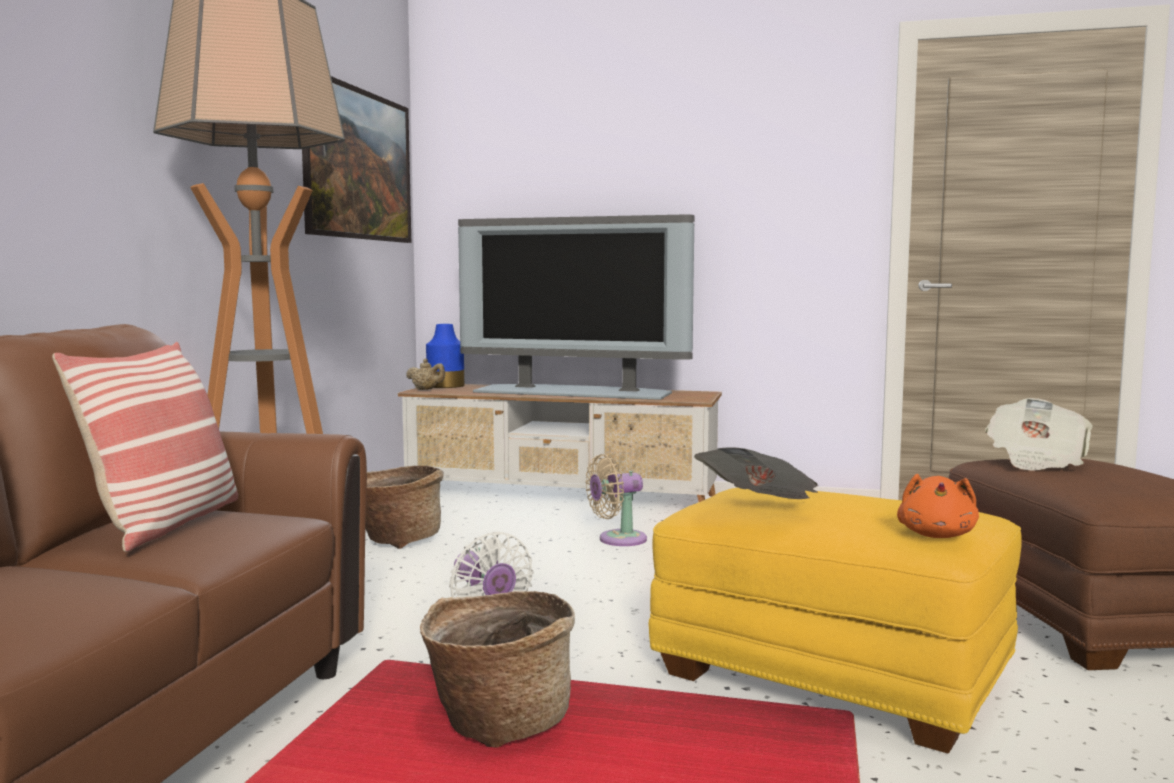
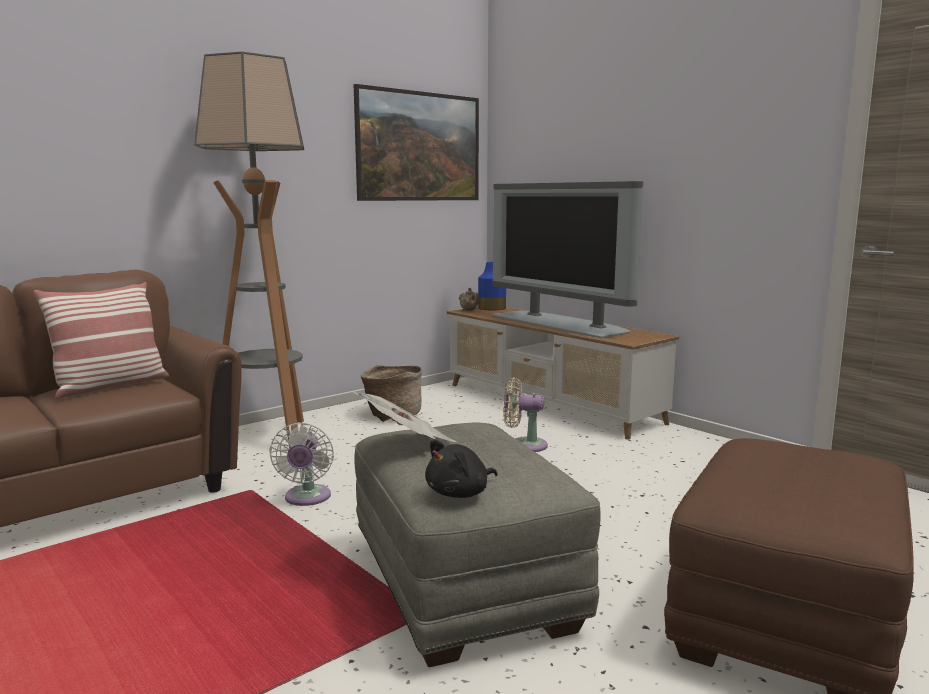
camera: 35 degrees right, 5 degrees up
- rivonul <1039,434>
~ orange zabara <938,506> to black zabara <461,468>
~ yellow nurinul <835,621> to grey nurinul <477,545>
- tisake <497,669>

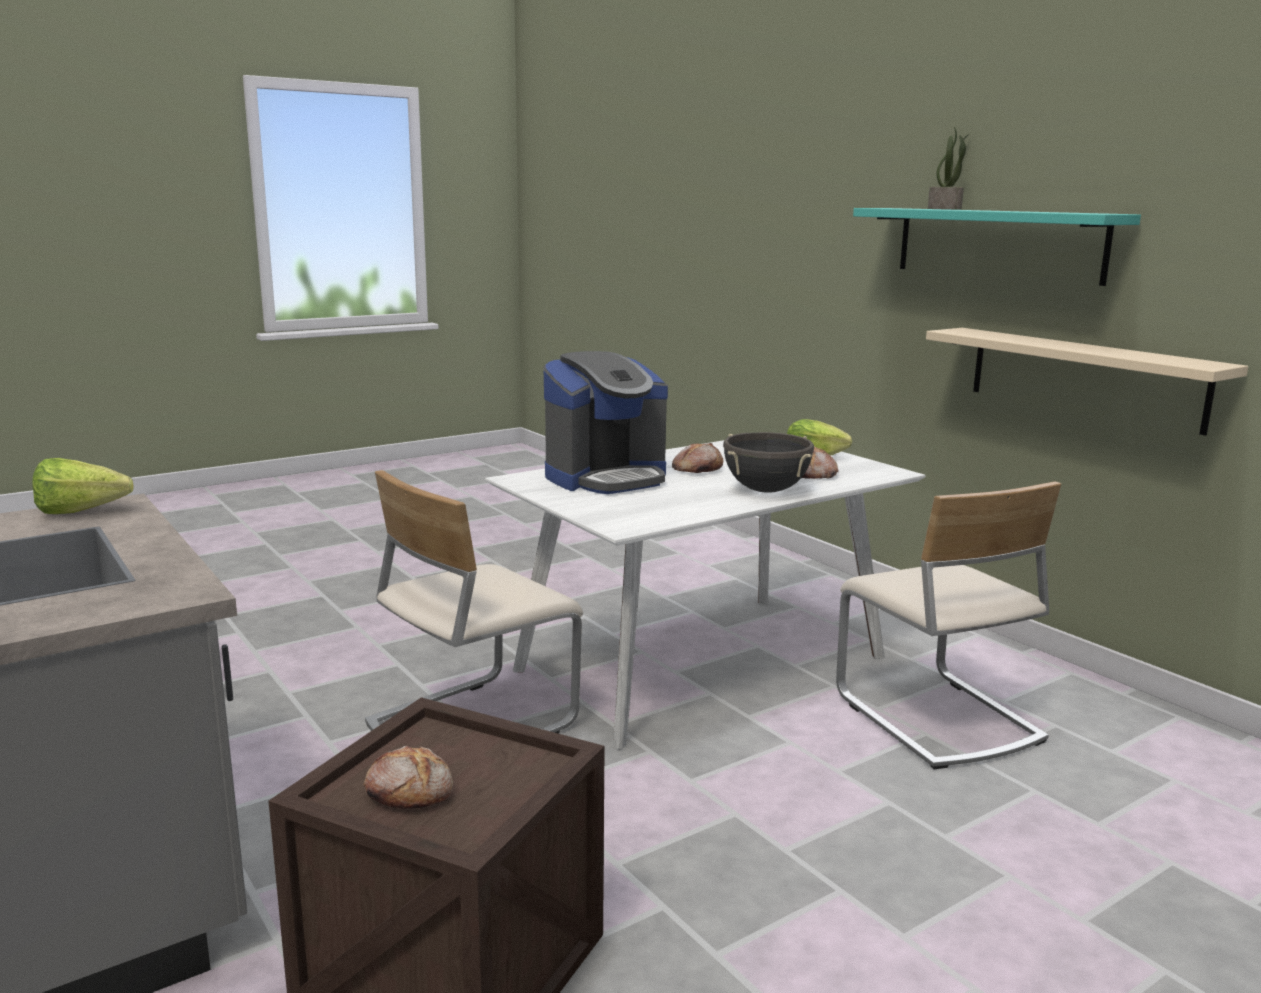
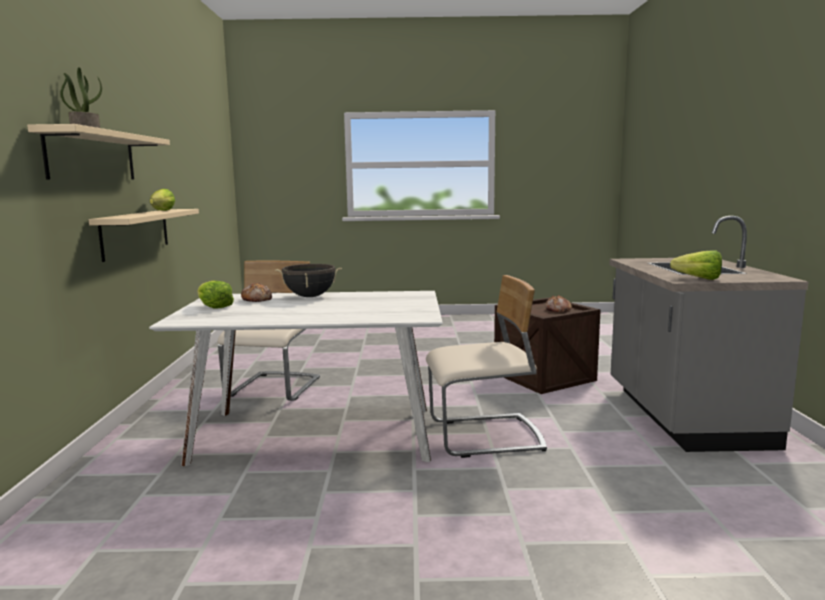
camera: 145 degrees left, 5 degrees down
~ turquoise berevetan <997,247> to beige berevetan <98,152>
- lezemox <606,422>
- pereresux <697,458>
+ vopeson <162,200>

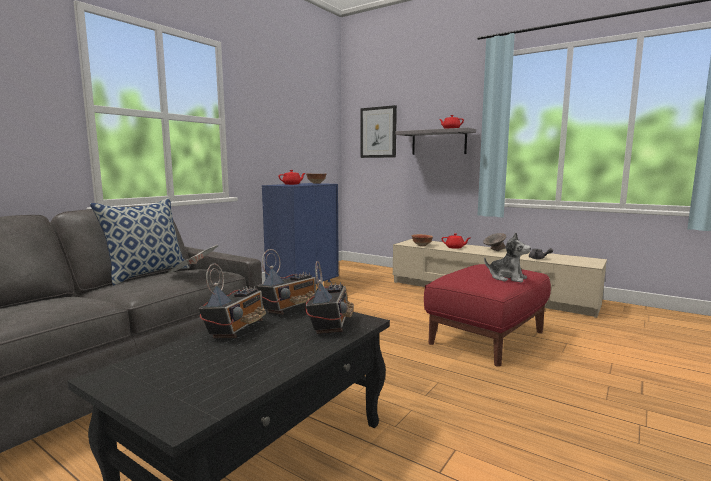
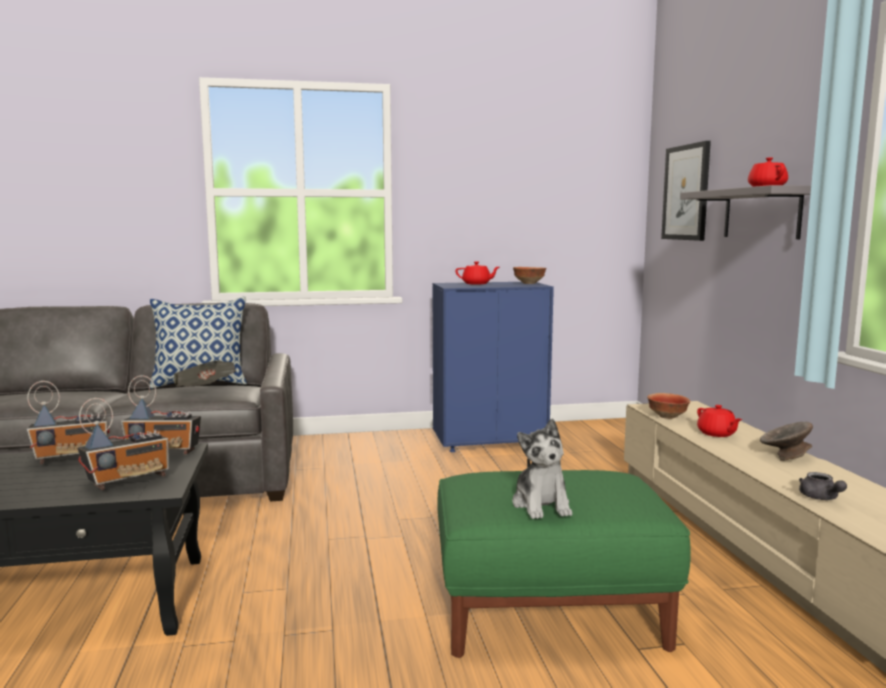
camera: 45 degrees right, 0 degrees up
~ red nurinul <487,315> to green nurinul <564,564>

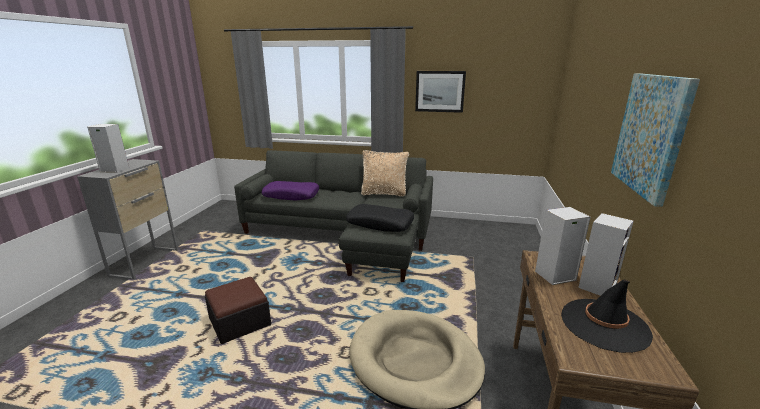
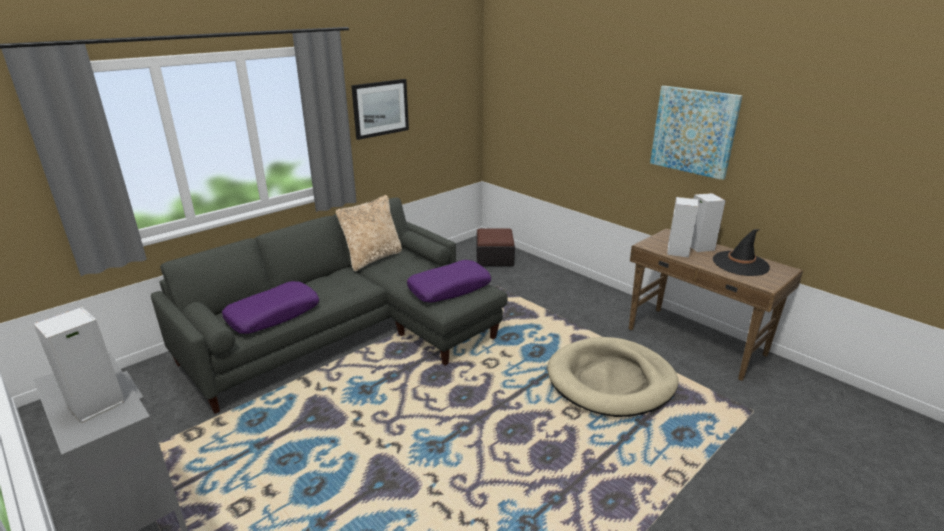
camera: 55 degrees left, 5 degrees up
~ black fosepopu <380,218> to purple fosepopu <449,281>
~ nurinul <238,310> to <495,247>

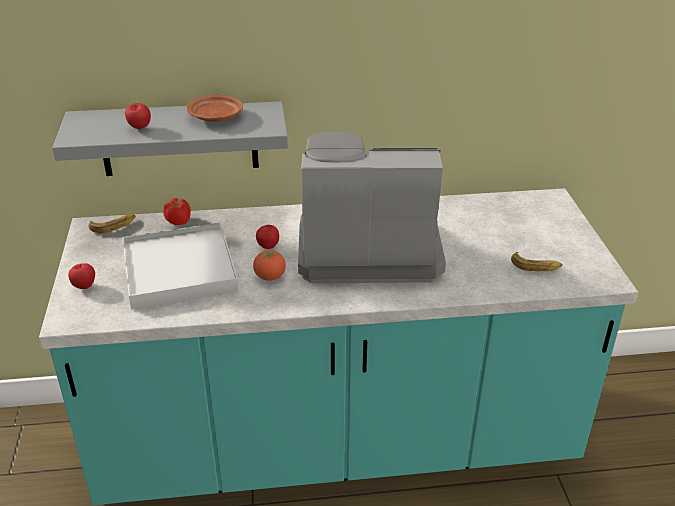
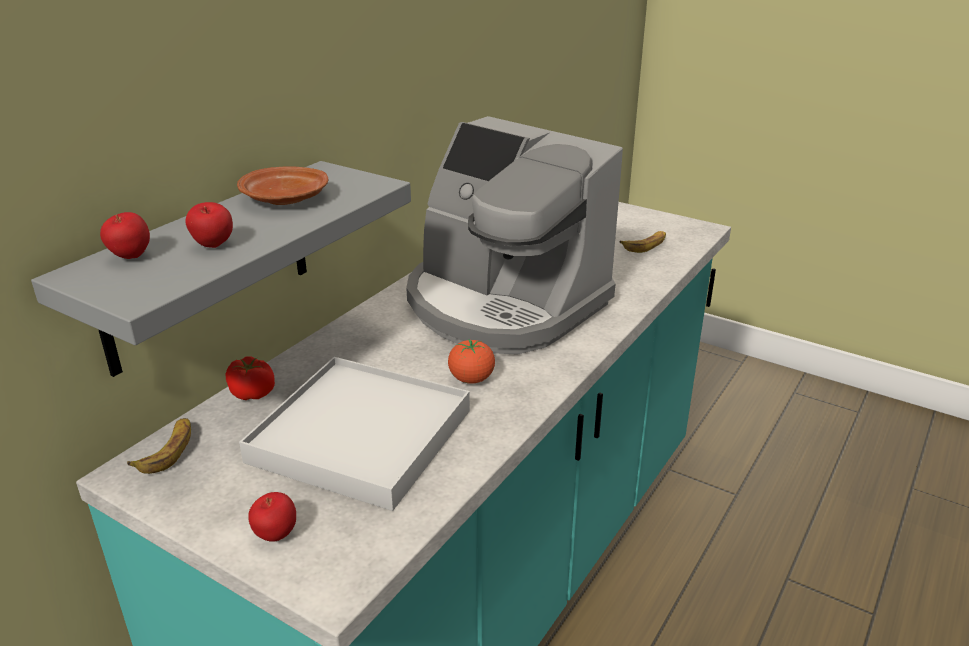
camera: 50 degrees left, 5 degrees down
~ lezemox <372,207> = <514,235> 90 degrees counterclockwise
~ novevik <267,237> to <125,235>

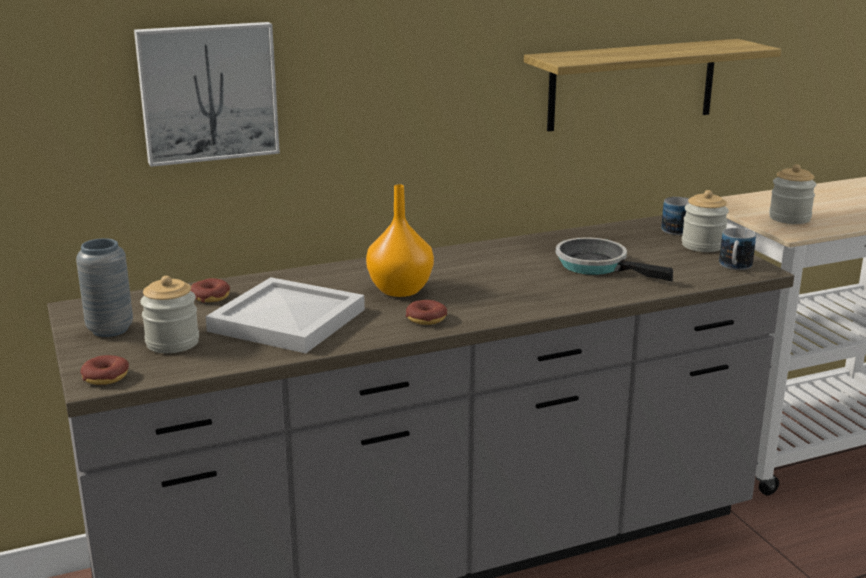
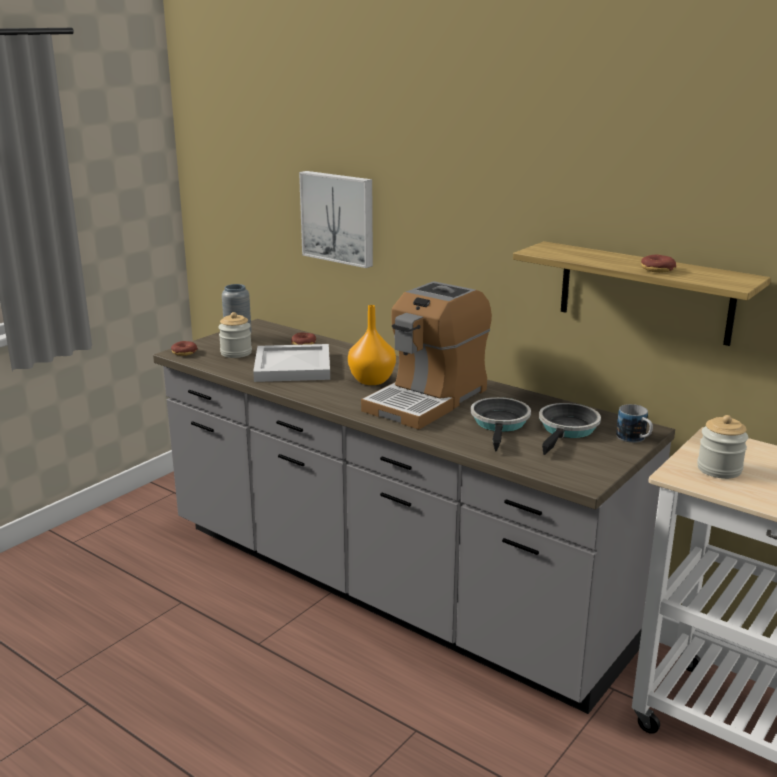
camera: 60 degrees right, 0 degrees up
- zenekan <705,221>
- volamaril <737,249>
~ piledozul <426,312> to <658,263>
+ lezemox <426,355>
+ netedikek <570,429>

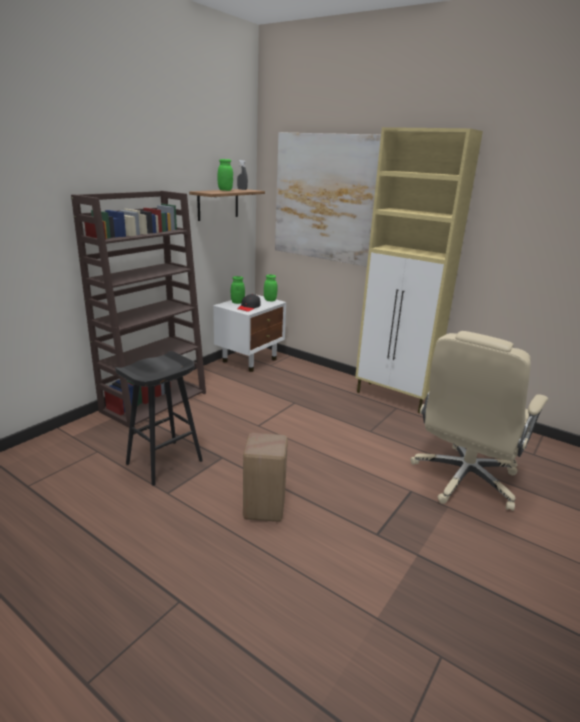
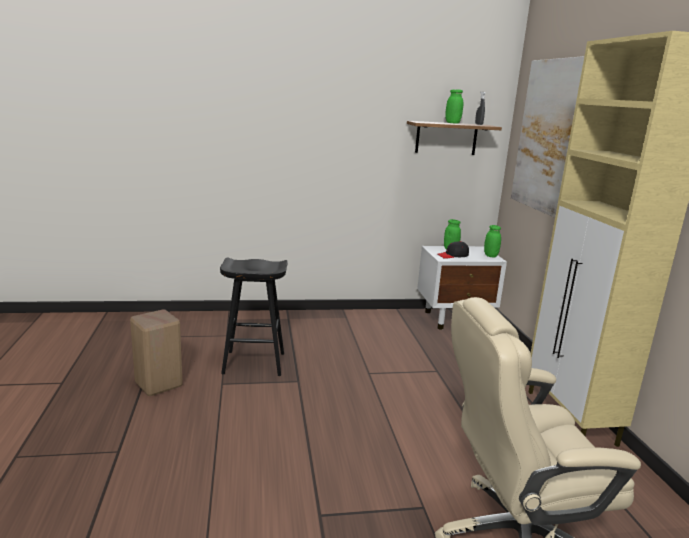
camera: 45 degrees right, 5 degrees down
- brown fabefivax <138,309>
~ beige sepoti <265,477> to <156,352>

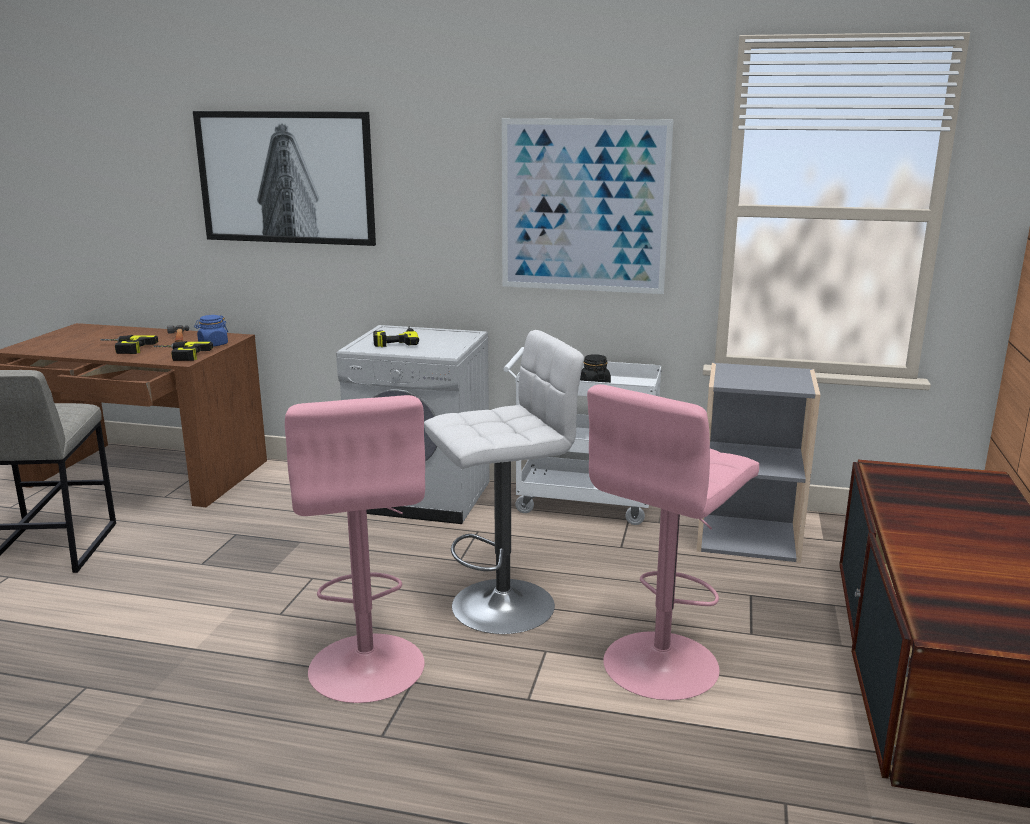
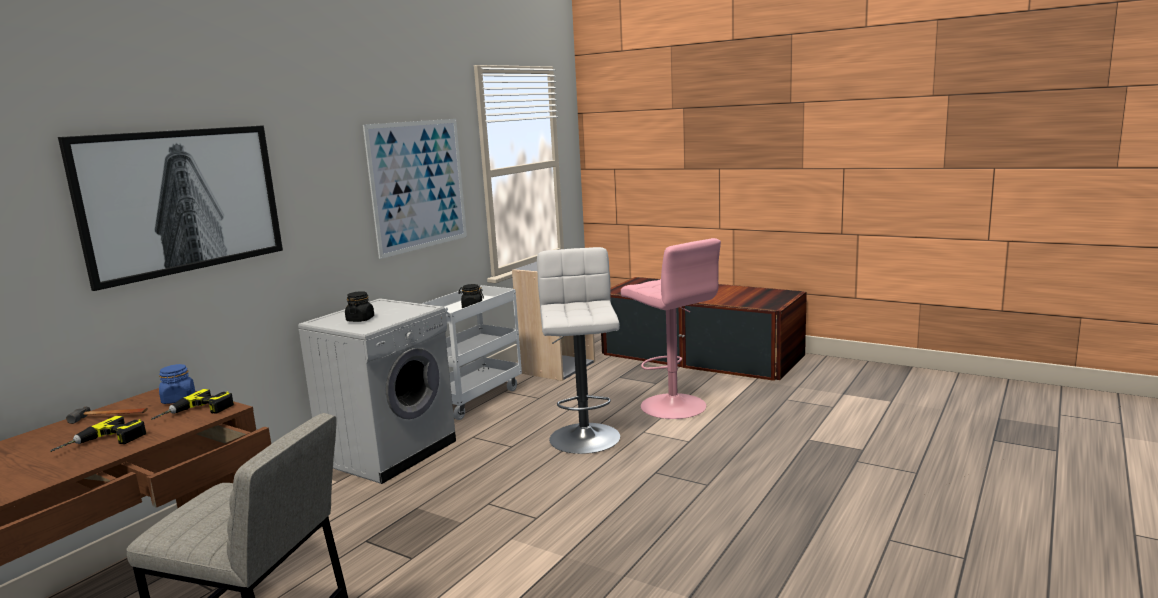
camera: 70 degrees left, 5 degrees down
~ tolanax <396,337> to black zenekan <359,306>
- pink sepoti <355,549>

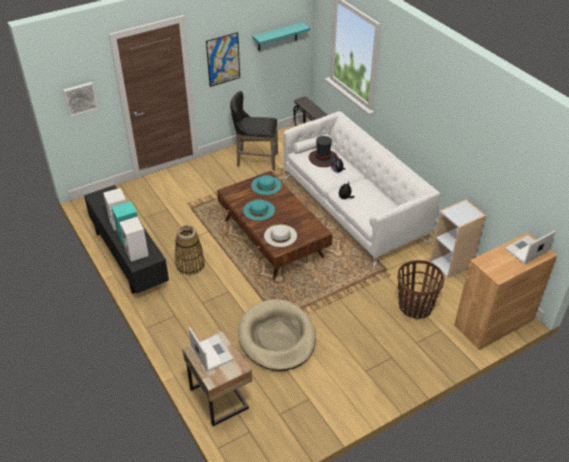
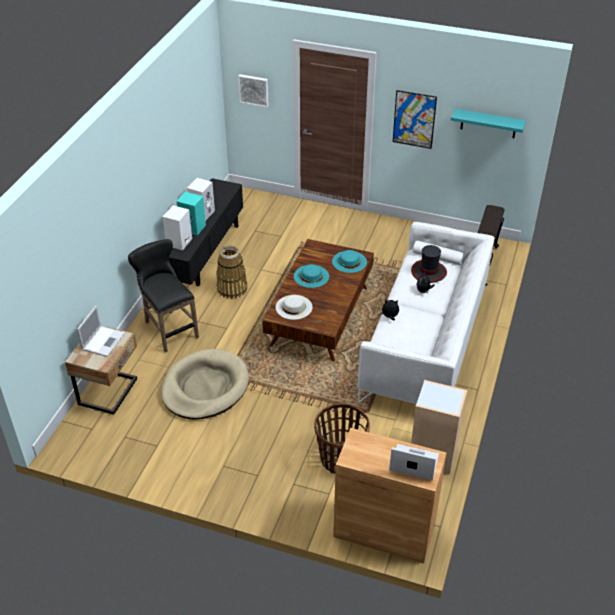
camera: 50 degrees right, 0 degrees up
~ black sepoti <254,130> to <163,295>

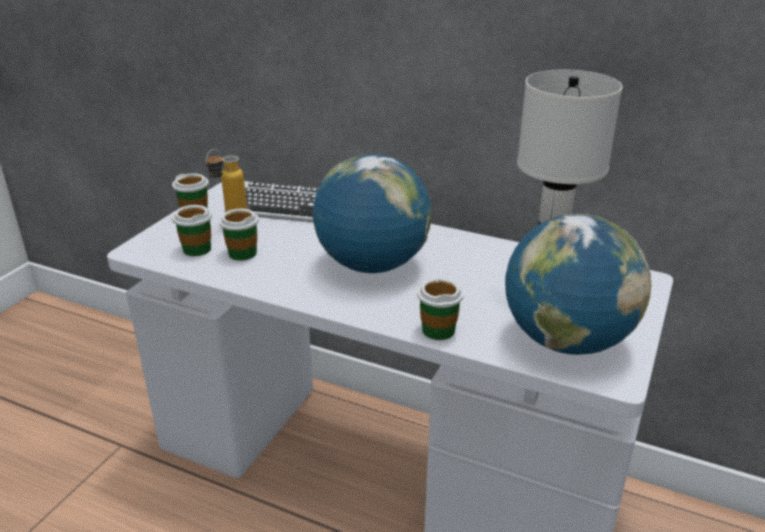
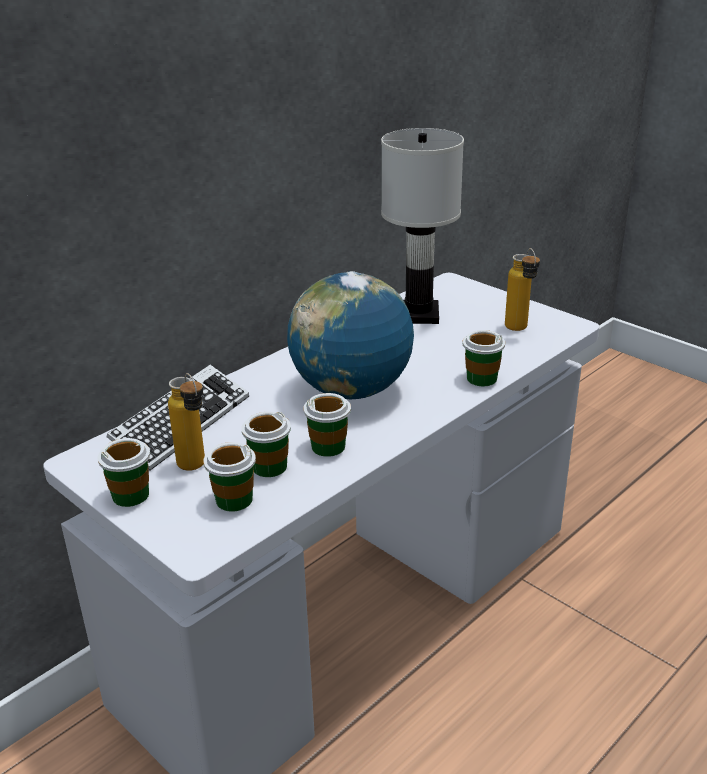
camera: 70 degrees left, 0 degrees up
~ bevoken <578,284> to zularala <522,289>
+ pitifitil <327,425>

